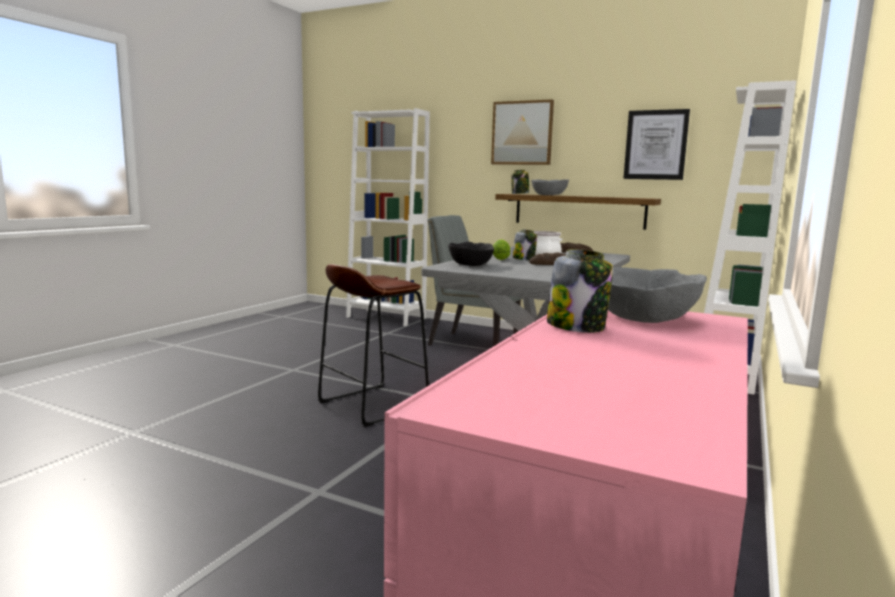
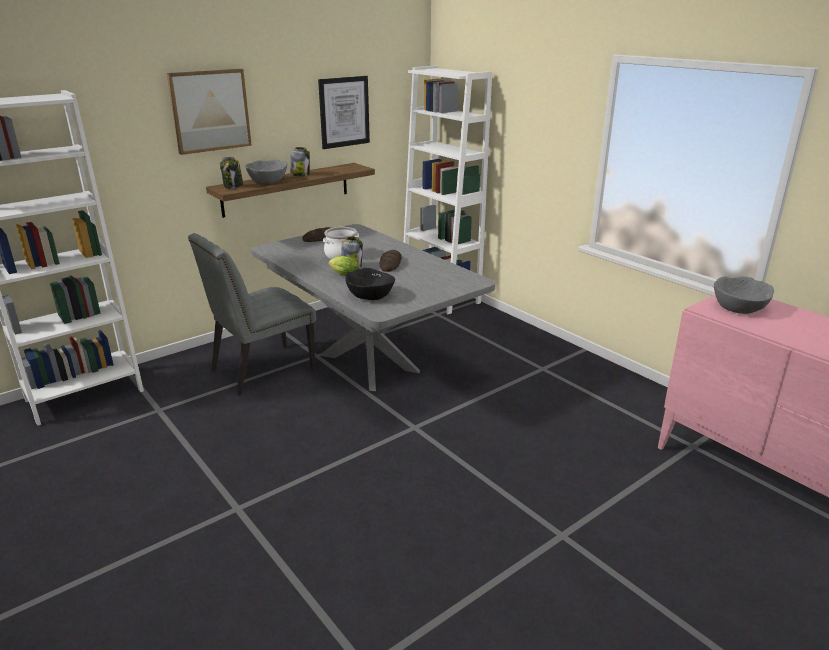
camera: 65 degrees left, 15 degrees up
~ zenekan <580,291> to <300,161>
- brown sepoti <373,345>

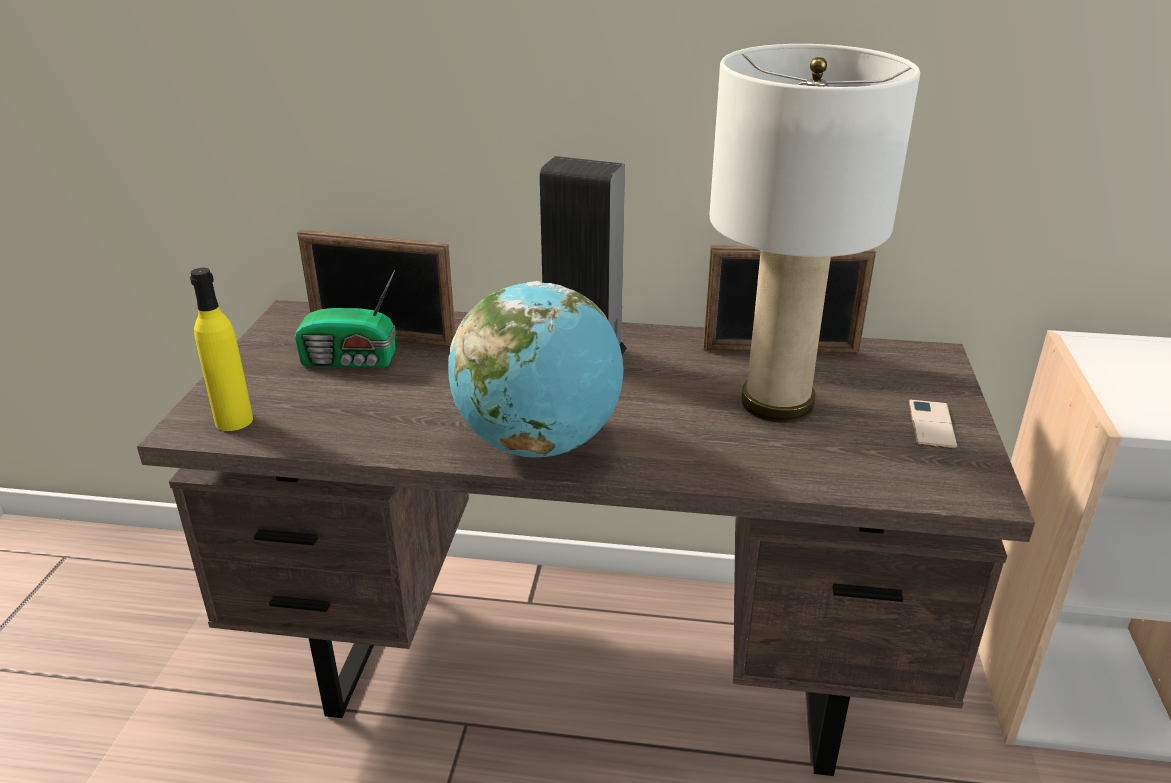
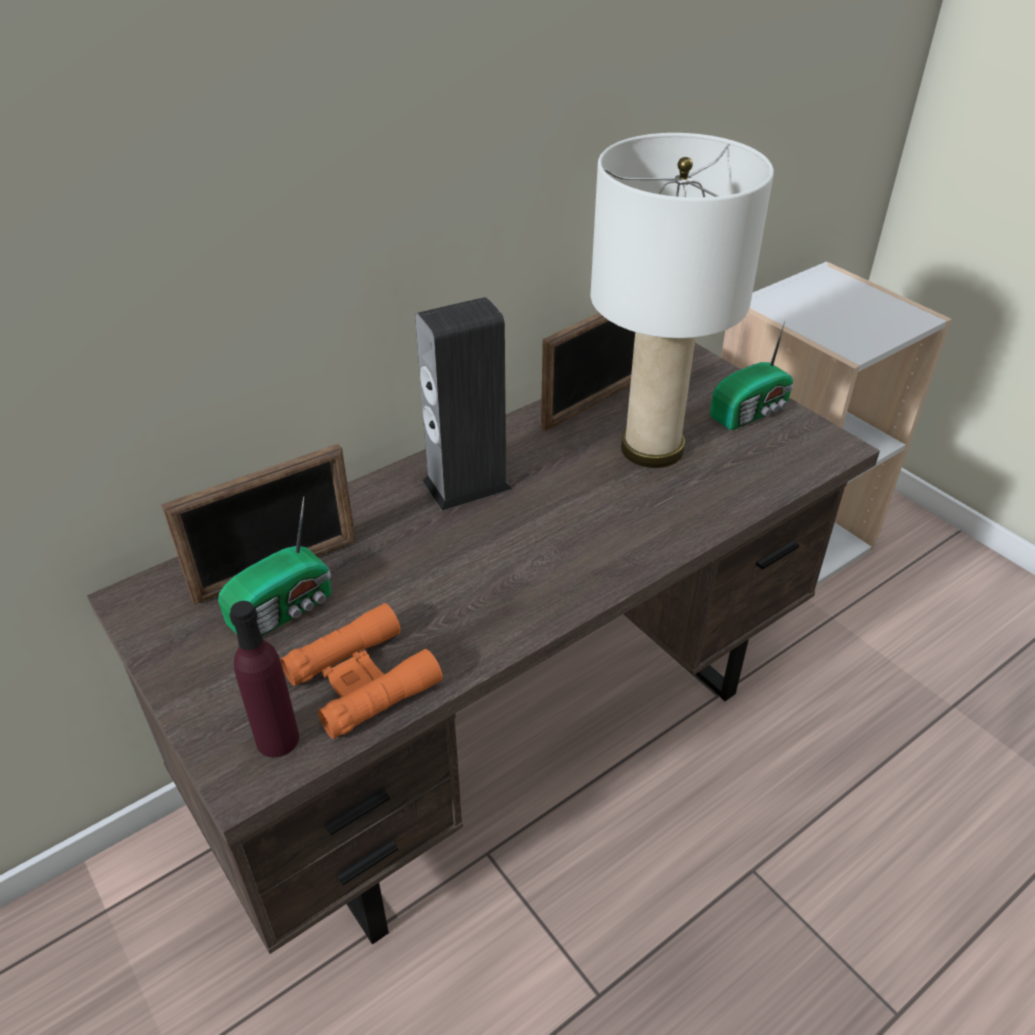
camera: 45 degrees left, 10 degrees up
~ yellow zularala <221,349> to purple zularala <264,679>
- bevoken <535,369>
~ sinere <933,424> to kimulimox <752,375>
+ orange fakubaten <361,671>

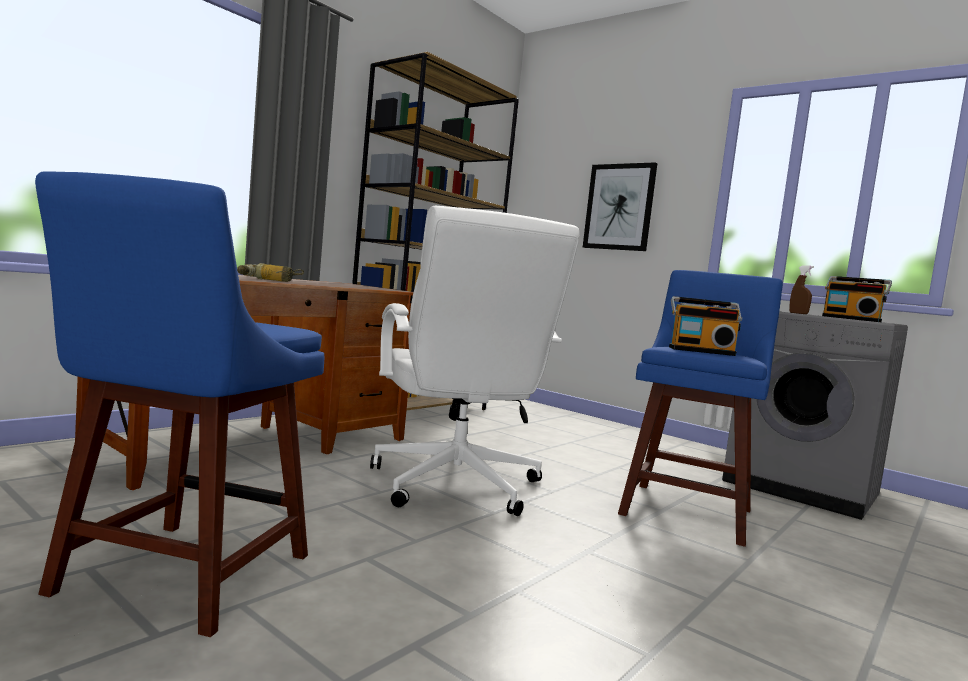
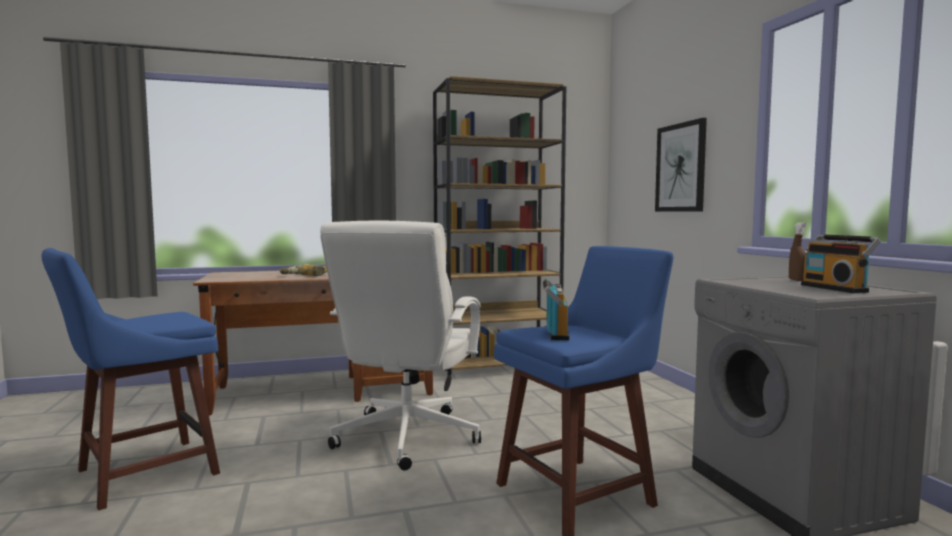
camera: 35 degrees right, 0 degrees up
~ kimulimox <705,326> = <556,309> 120 degrees counterclockwise

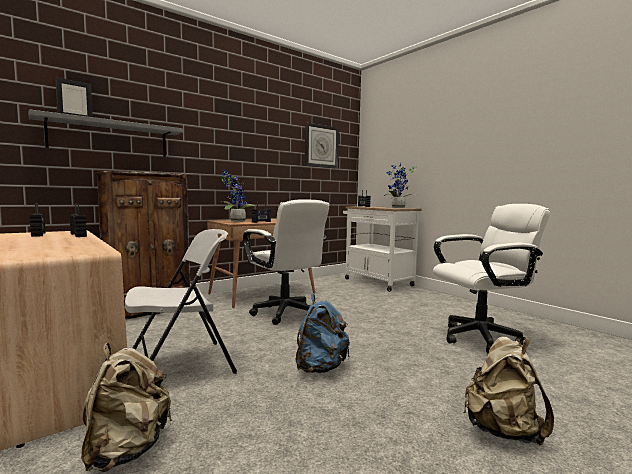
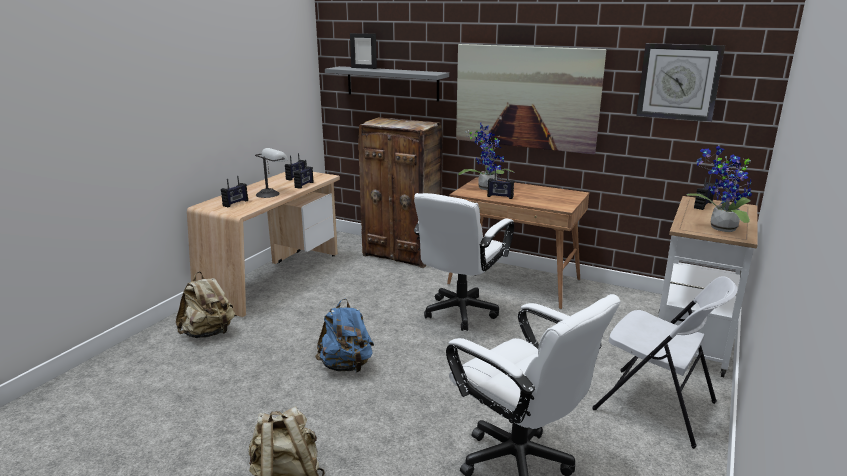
camera: 65 degrees right, 15 degrees up
~ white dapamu <181,301> to <664,362>
+ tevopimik <531,99>
+ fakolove <271,173>
+ kimulimox <234,191>

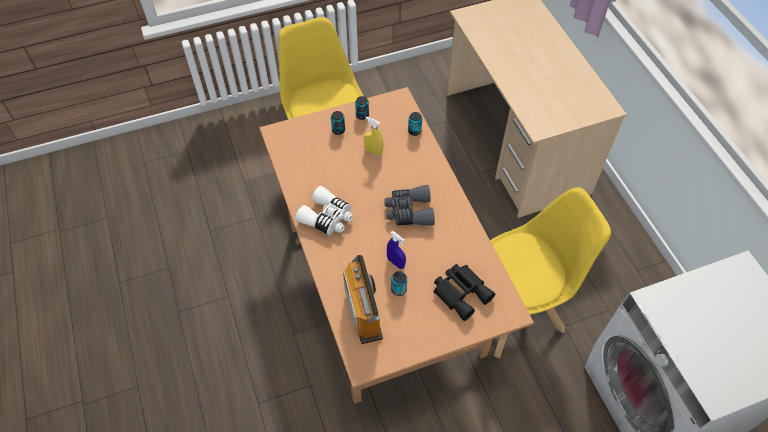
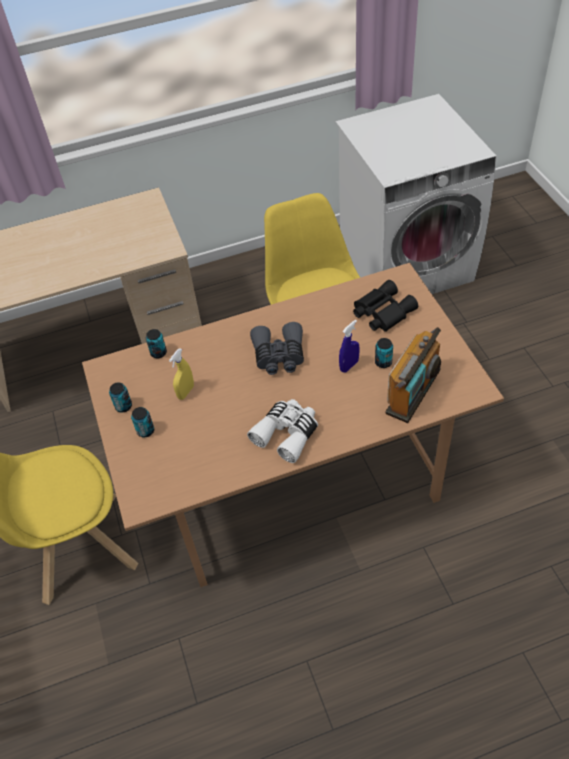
camera: 85 degrees left, 5 degrees down
~ kimulimox <363,299> = <413,375> 135 degrees clockwise

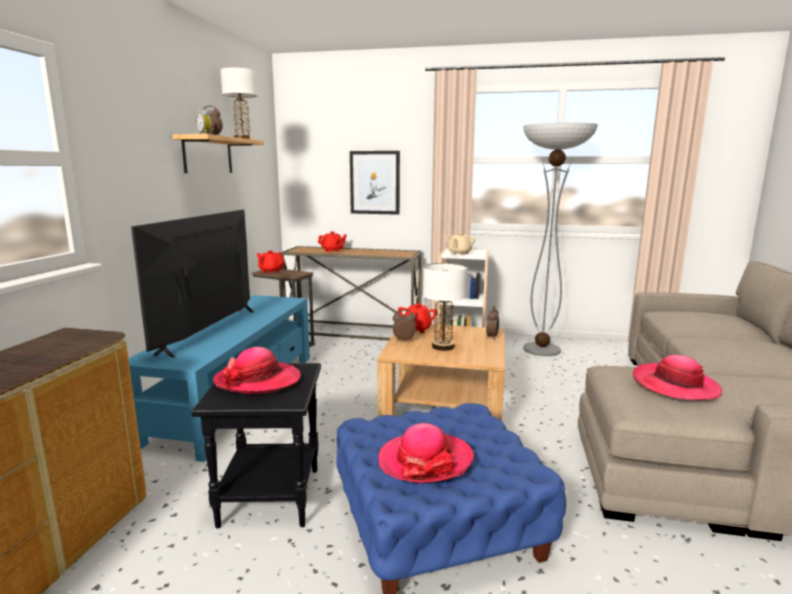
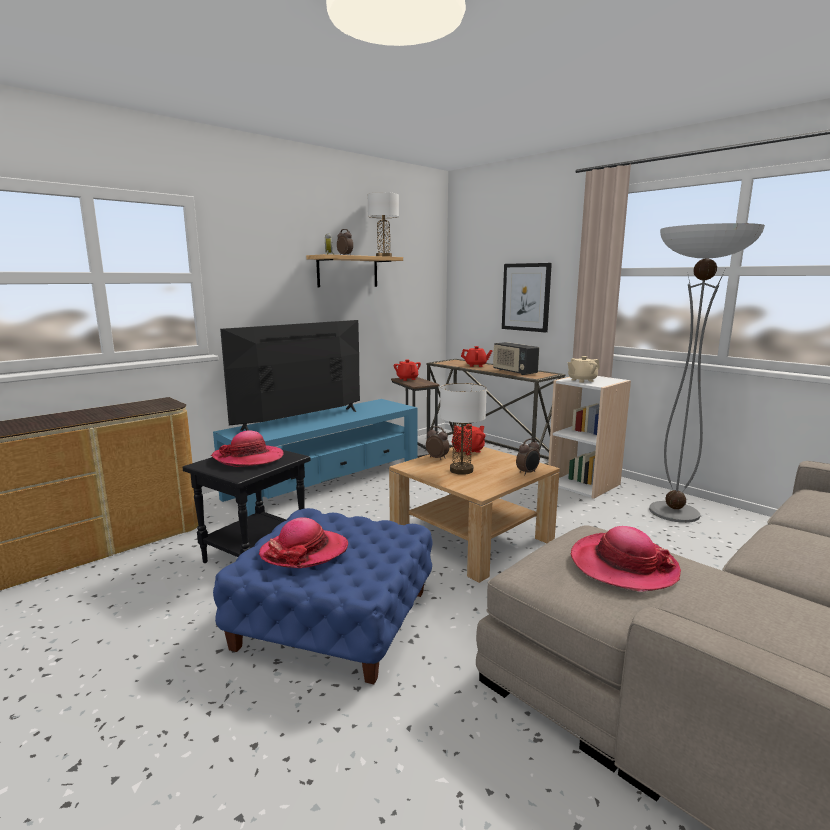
camera: 35 degrees right, 0 degrees up
+ kimulimox <516,358>

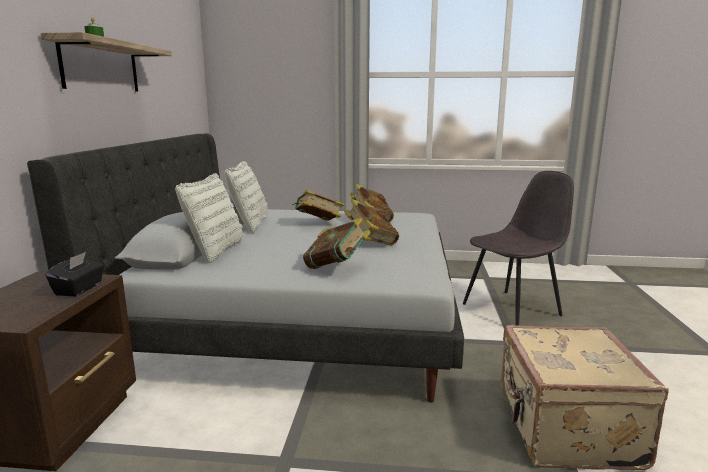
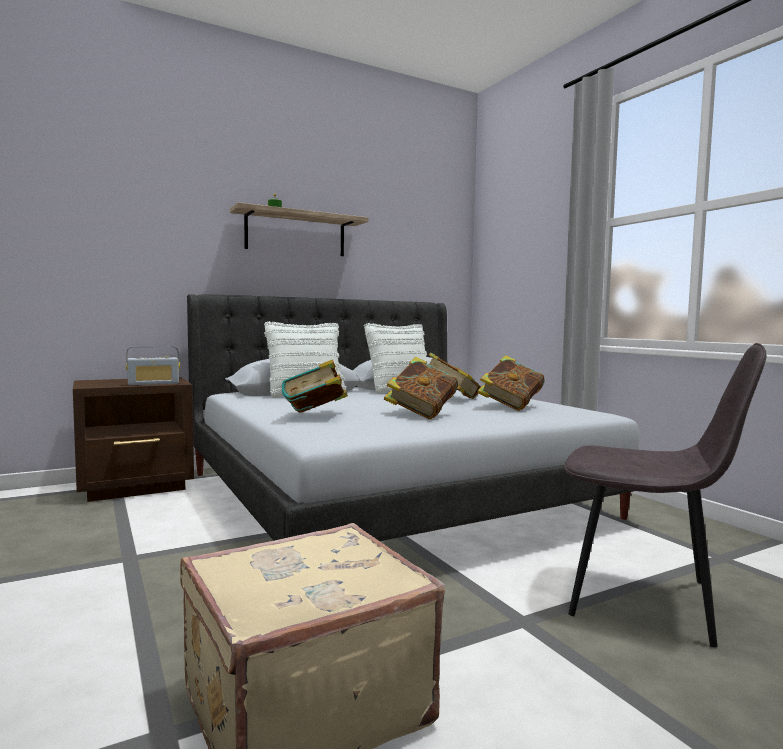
camera: 55 degrees right, 10 degrees down
~ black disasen <74,274> to kimulimox <153,365>

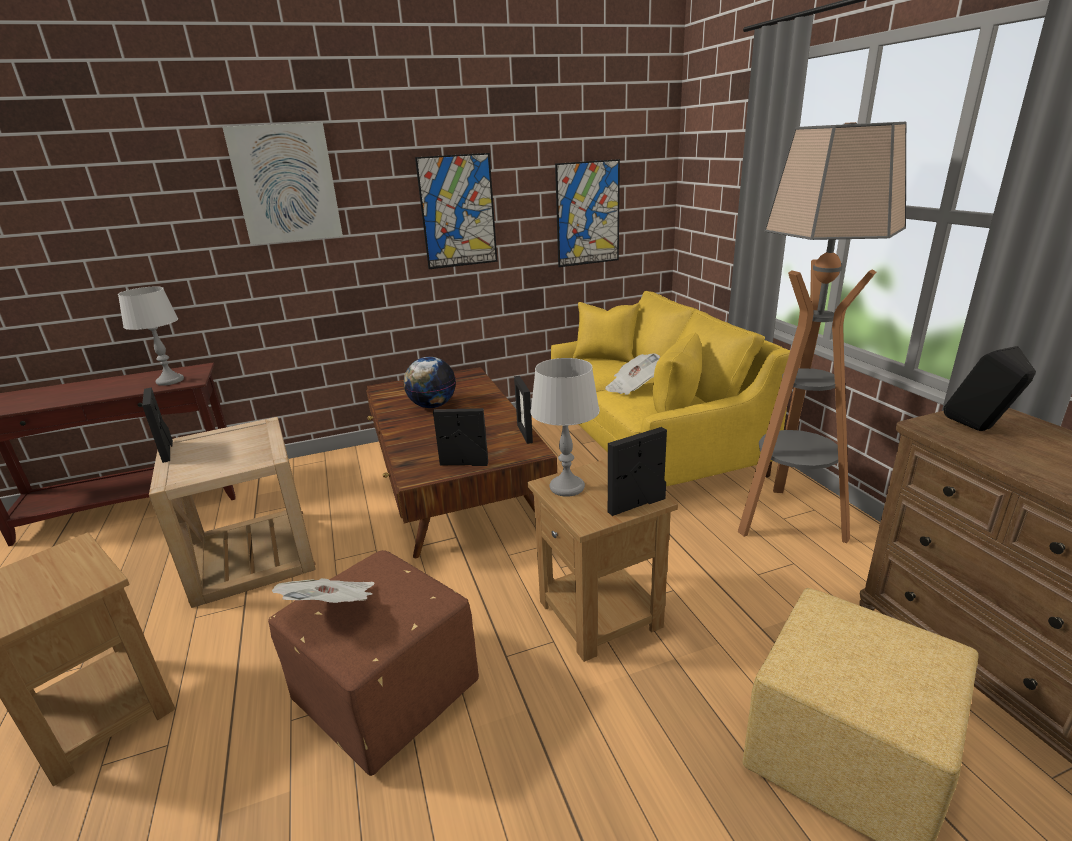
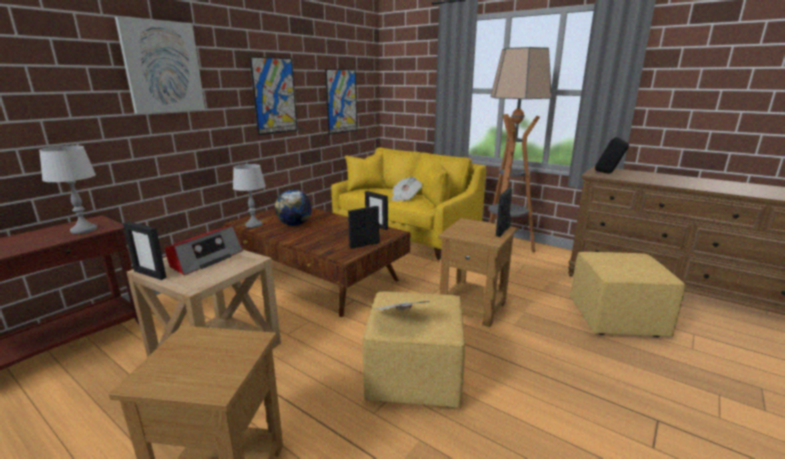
camera: 35 degrees left, 5 degrees down
~ grey fakolove <565,427> to <249,196>
~ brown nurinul <373,663> to yellow nurinul <413,350>
+ kimulimox <204,250>

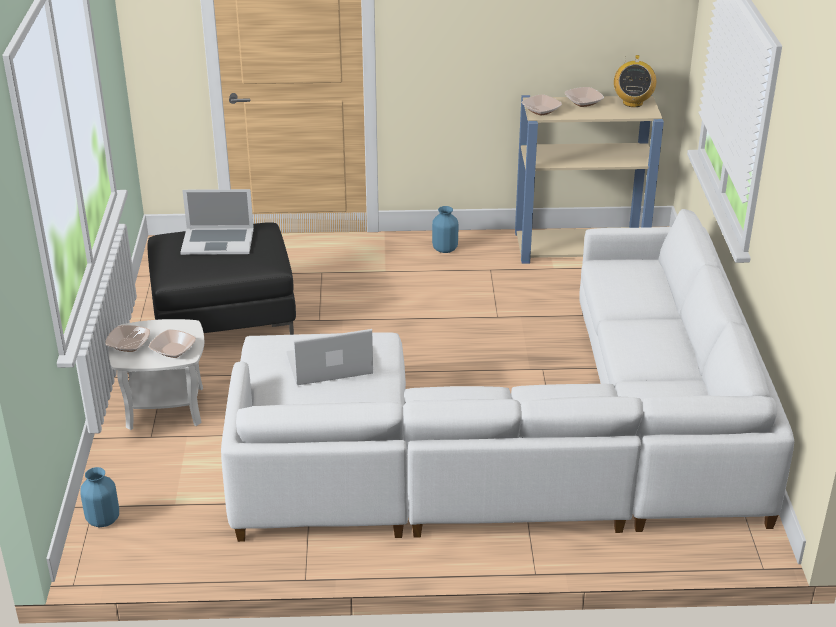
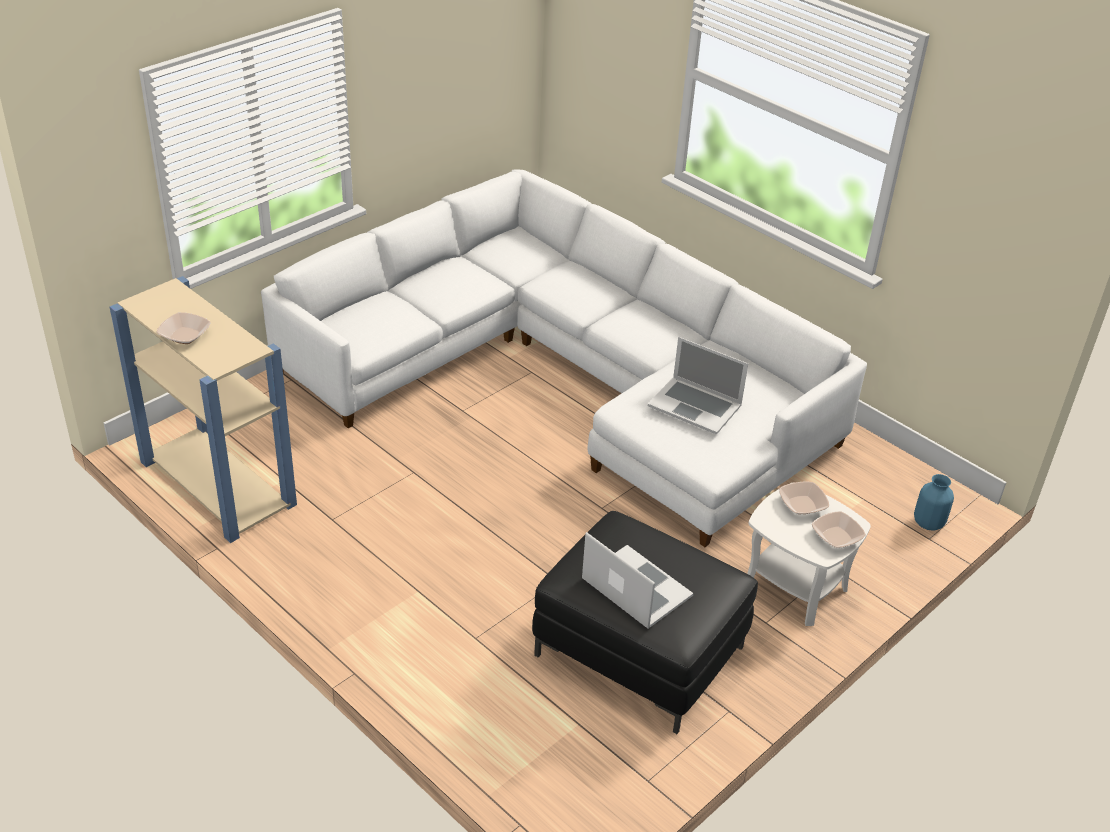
camera: 135 degrees left, 5 degrees up
- kimulimox <635,81>
- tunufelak <541,105>
- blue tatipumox <445,229>

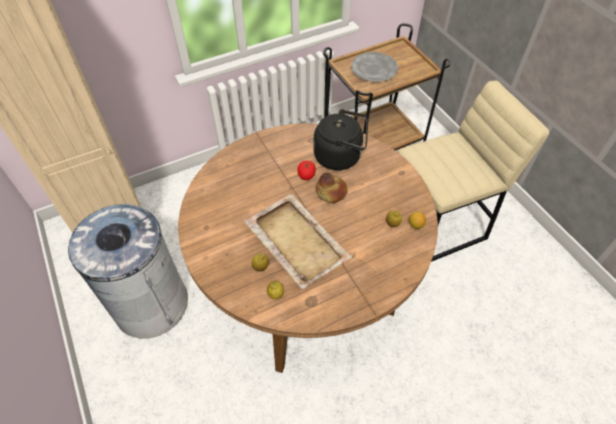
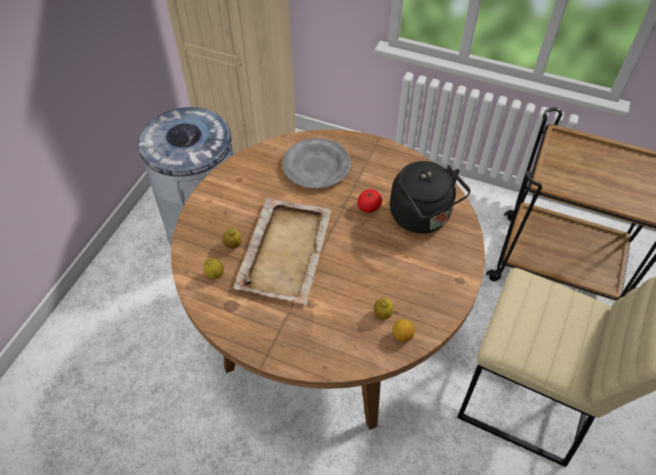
camera: 50 degrees right, 0 degrees up
~ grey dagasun <374,67> to <316,163>
- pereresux <332,187>

